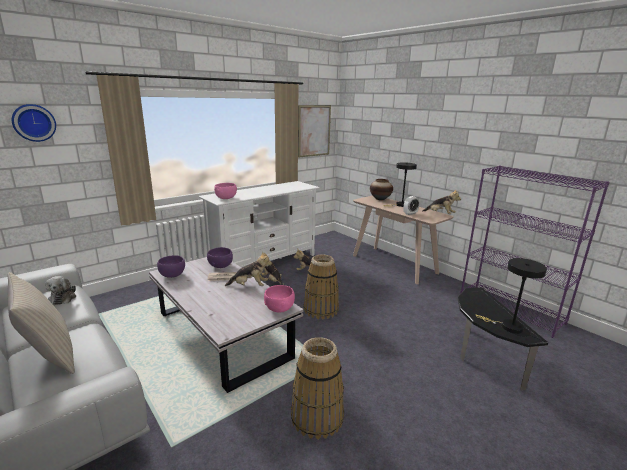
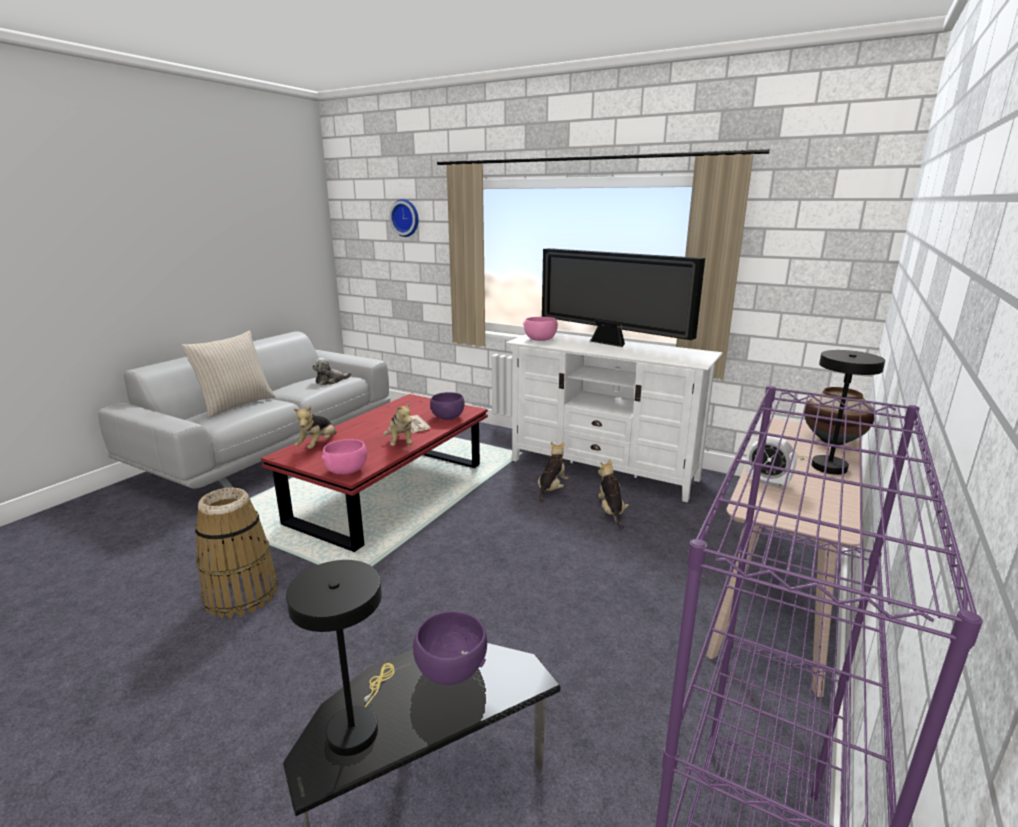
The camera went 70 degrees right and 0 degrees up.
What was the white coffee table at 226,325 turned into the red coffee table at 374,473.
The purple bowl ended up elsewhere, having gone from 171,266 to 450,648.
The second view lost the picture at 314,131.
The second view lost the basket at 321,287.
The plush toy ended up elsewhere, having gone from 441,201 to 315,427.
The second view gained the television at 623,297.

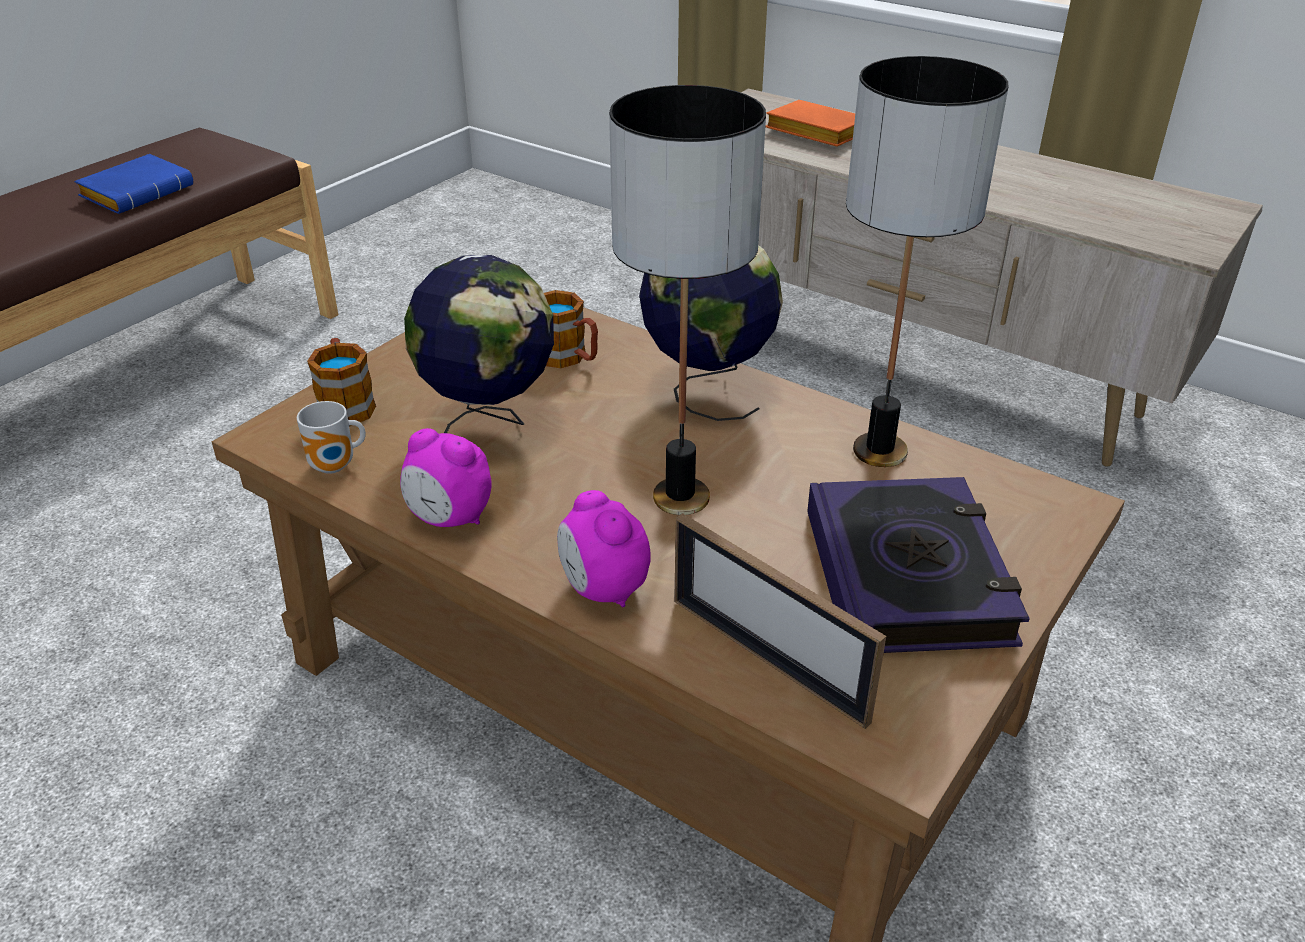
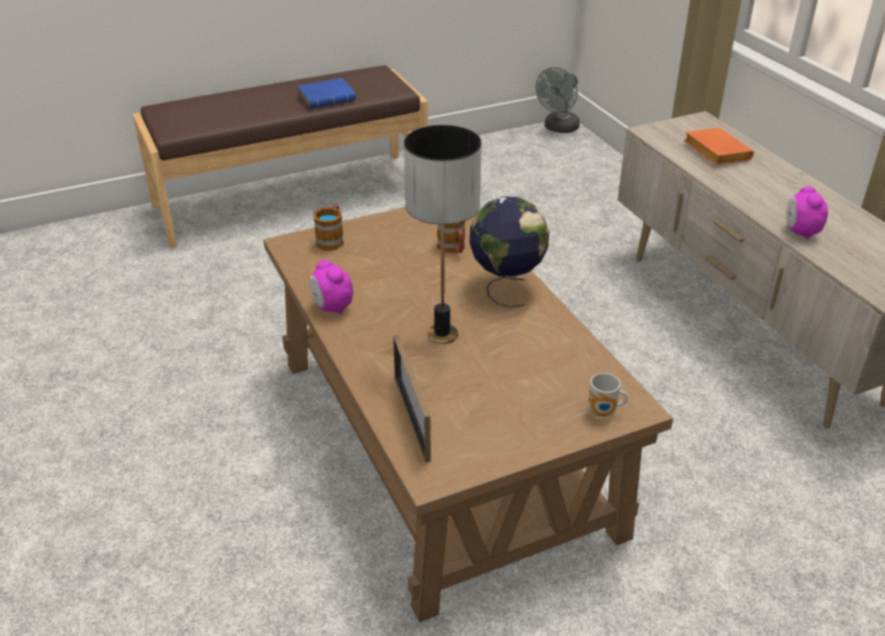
The camera went 30 degrees right and 0 degrees up.
The mug ended up elsewhere, having gone from 331,437 to 608,395.
The second view lost the globe at 479,344.
The alarm clock ended up elsewhere, having gone from 604,549 to 807,213.
The second view lost the book at 918,565.
The second view lost the table lamp at 927,261.
The second view gained the grey fan at 558,100.

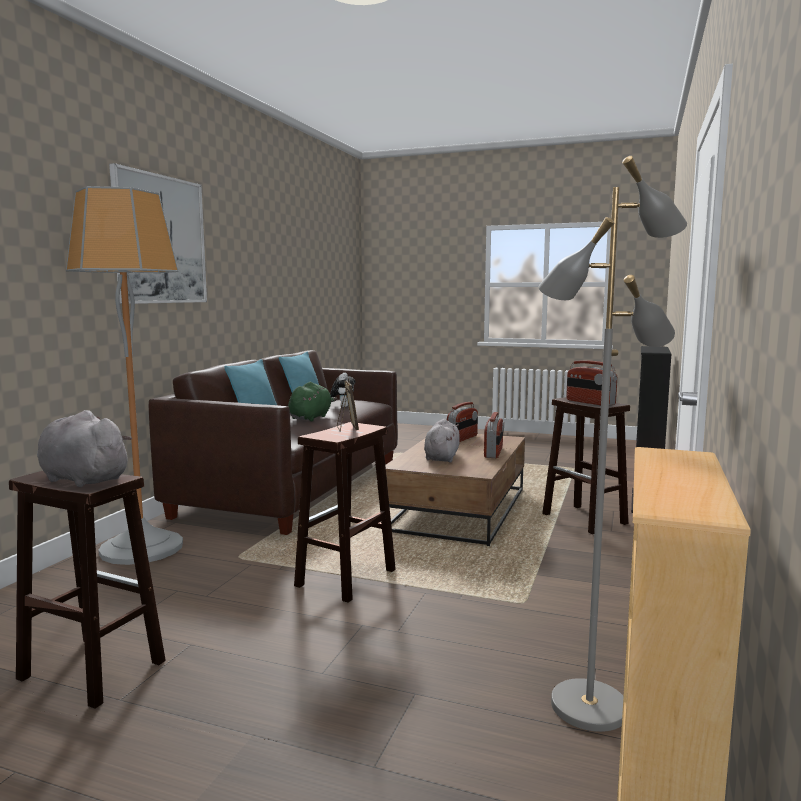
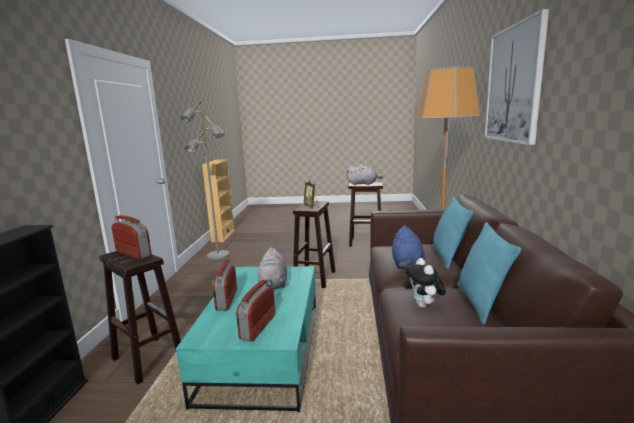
The camera went 165 degrees right and 5 degrees up.
What was the green plush toy at 312,401 turned into the blue plush toy at 408,247.
What was the brown coffee table at 455,490 turned into the turquoise coffee table at 246,339.

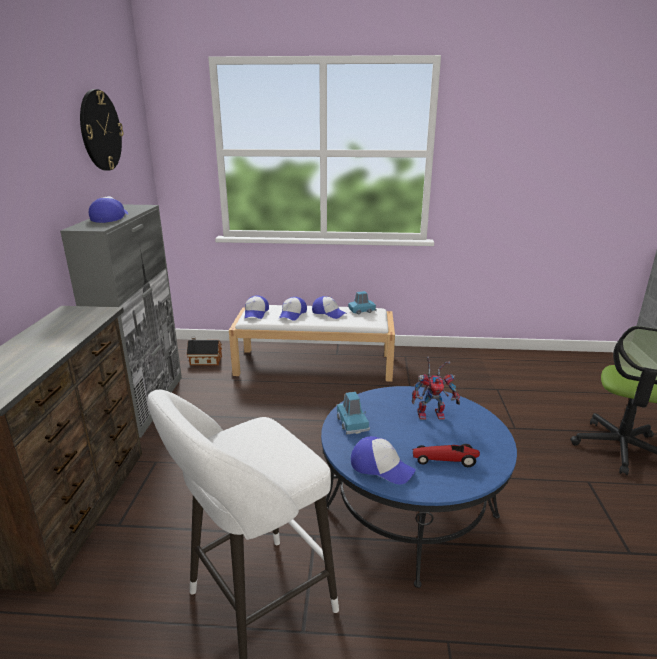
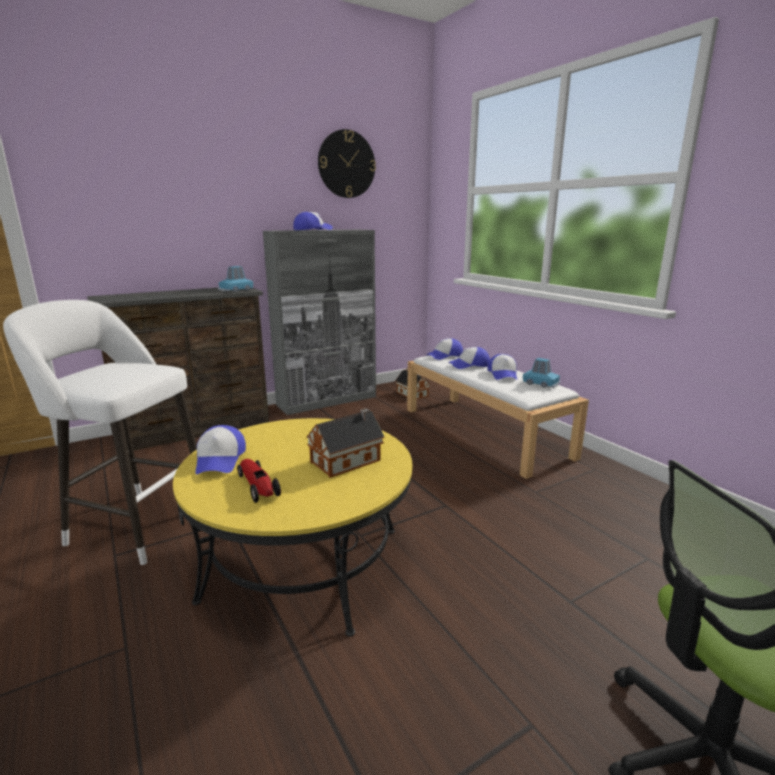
The camera went 55 degrees right and 5 degrees down.
What was the blue coffee table at 419,487 turned into the yellow coffee table at 292,527.
The blue toy car ended up elsewhere, having gone from 353,413 to 235,279.
Where the toy robot stood at 436,388, the toy house came to stand at 345,443.

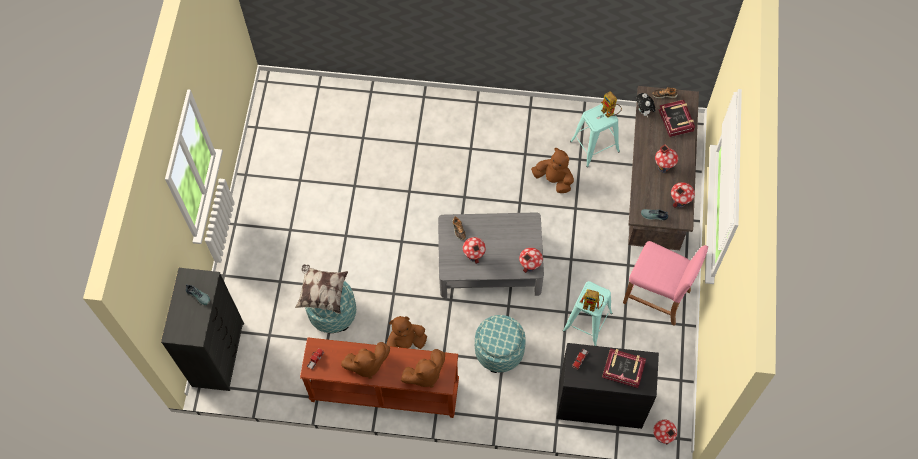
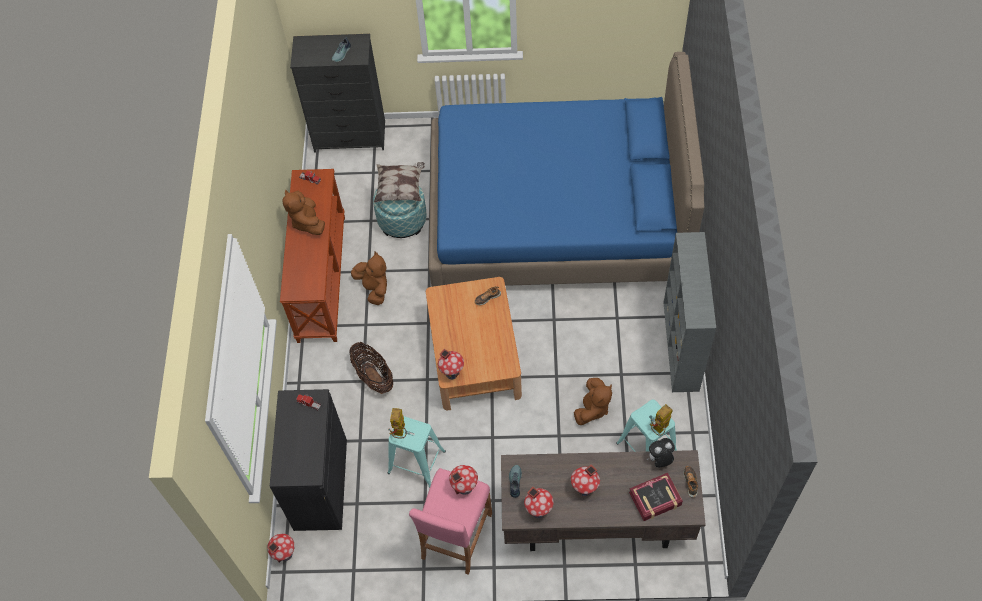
The camera went 85 degrees right and 5 degrees down.
The second view lost the brown plush toy at 423,368.
What was the grey coffee table at 491,255 turned into the brown coffee table at 474,343.
The toy house ended up elsewhere, having gone from 474,250 to 463,480.
Where the ottoman stood at 500,344, the basket came to stand at 371,368.
The second view lost the book at 624,368.
The second view gained the blue bed at 566,169.
The second view gained the grey bookcase at 689,312.

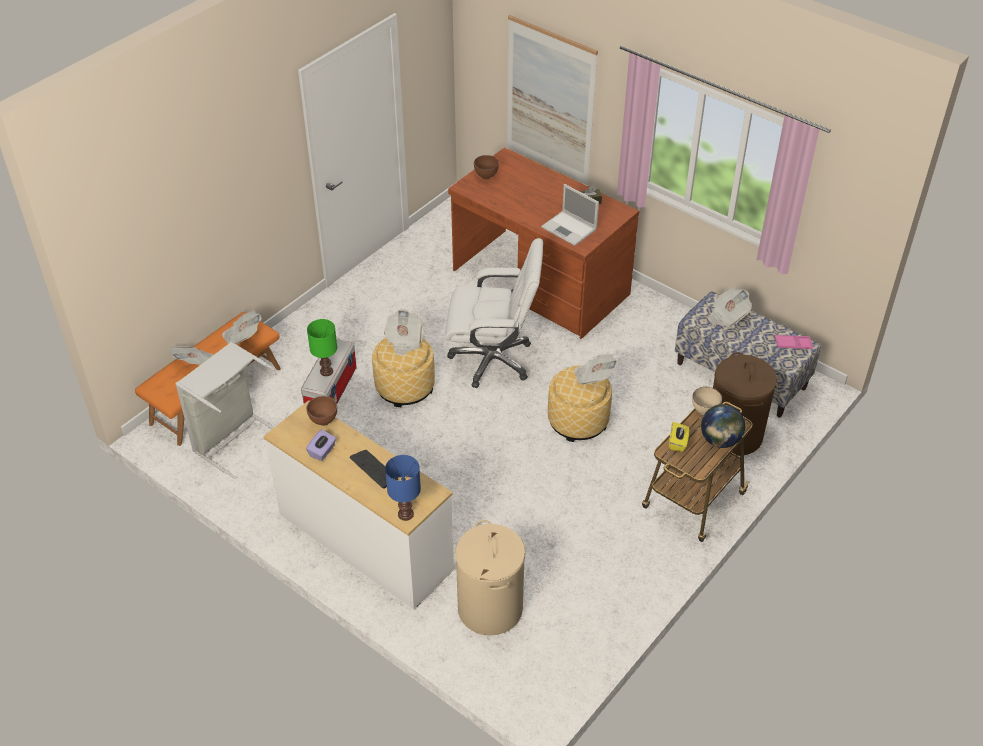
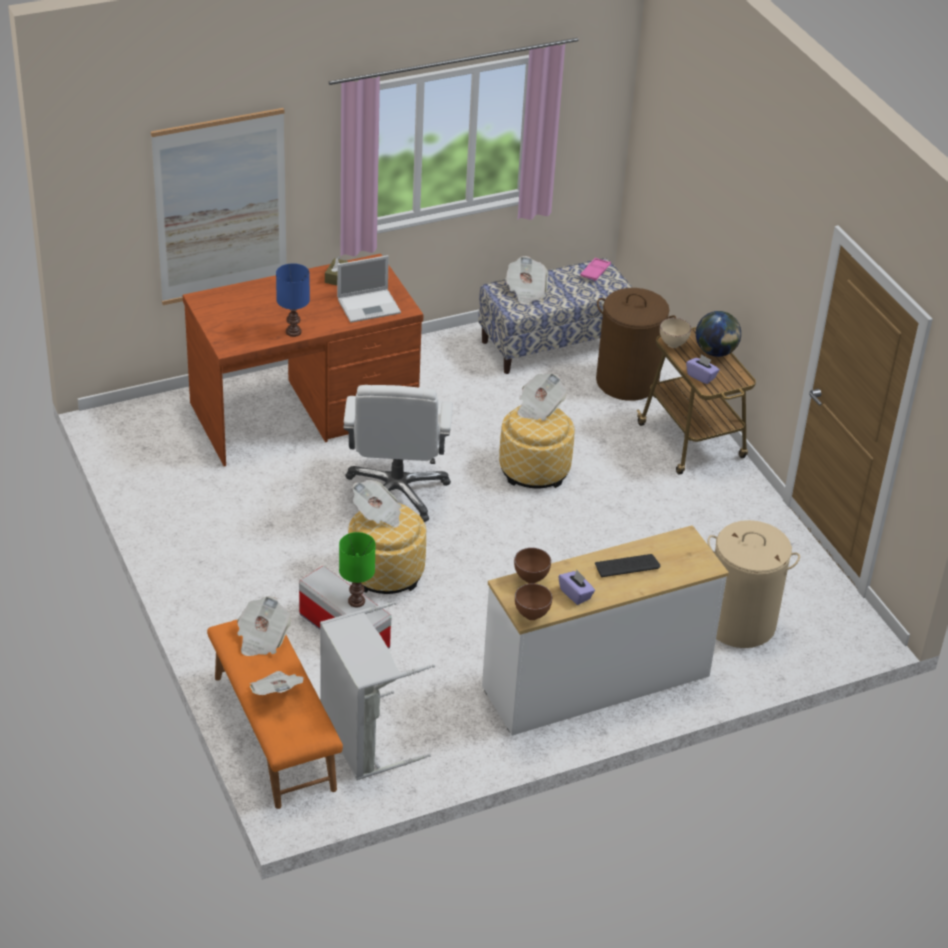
The camera went 65 degrees left and 5 degrees down.
The blue table lamp ended up elsewhere, having gone from 403,488 to 293,300.
The white office chair at 494,313 ended up facing another way, 150 degrees clockwise from before.
The brown bowl ended up elsewhere, having gone from 486,167 to 533,602.
What was the yellow tissue box at 679,437 turned into the purple tissue box at 703,369.

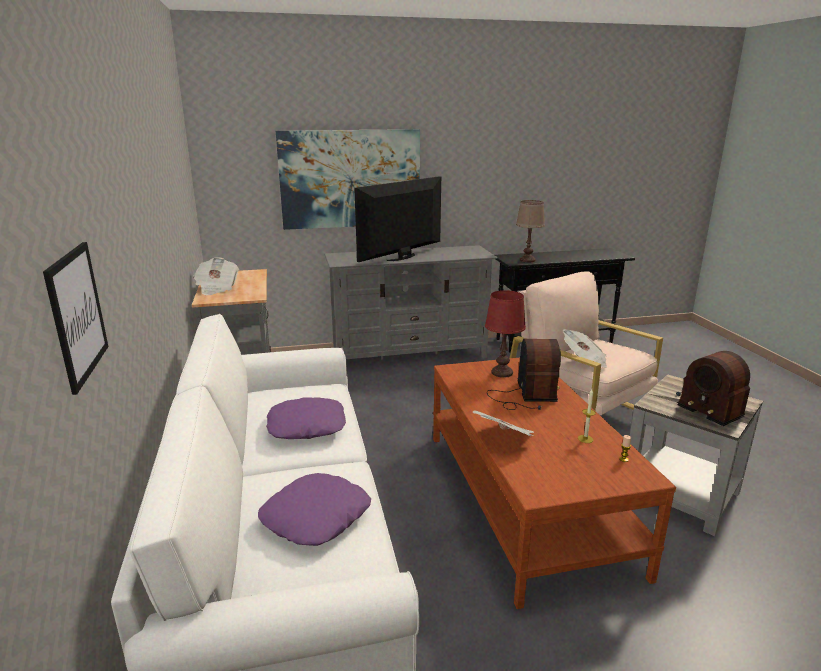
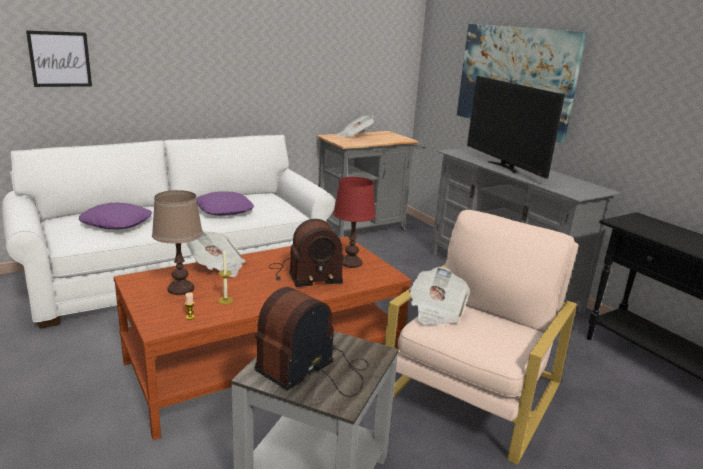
The camera went 70 degrees right and 0 degrees up.
The television at 397,219 ended up facing another way, 135 degrees counterclockwise from before.
The brown table lamp ended up elsewhere, having gone from 530,231 to 177,242.

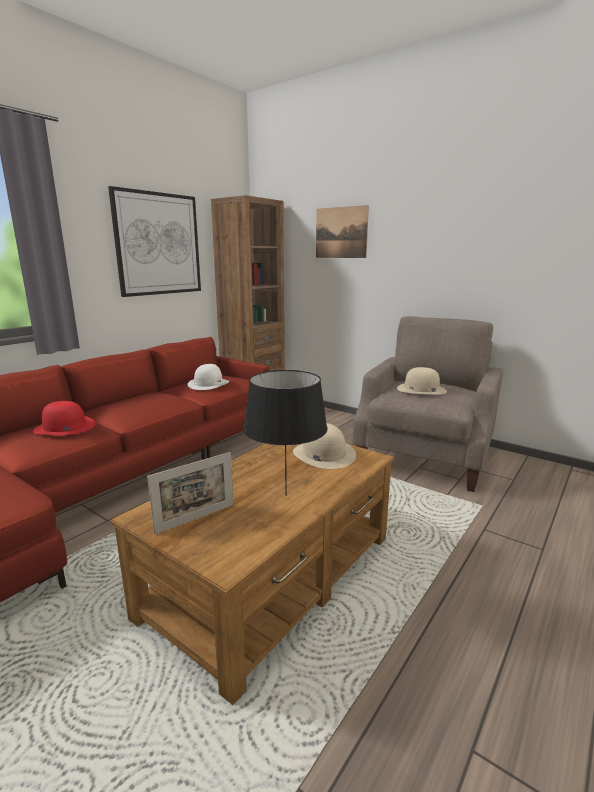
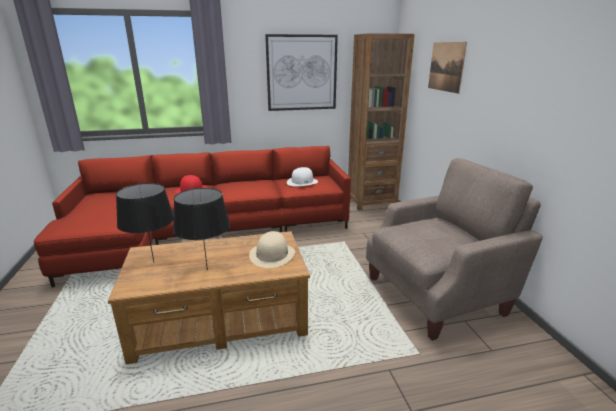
The camera went 40 degrees right and 5 degrees up.
Where the picture frame stood at 190,493, the black table lamp came to stand at 145,222.
The second view lost the beige hat at 422,381.

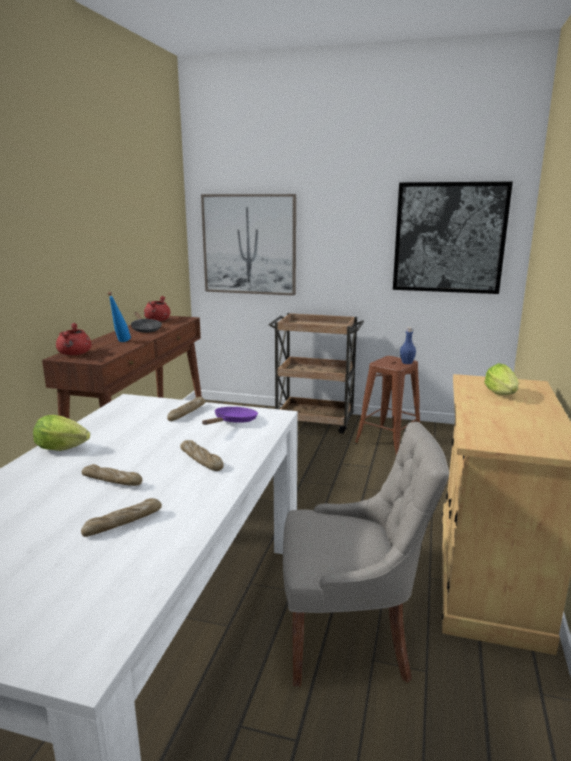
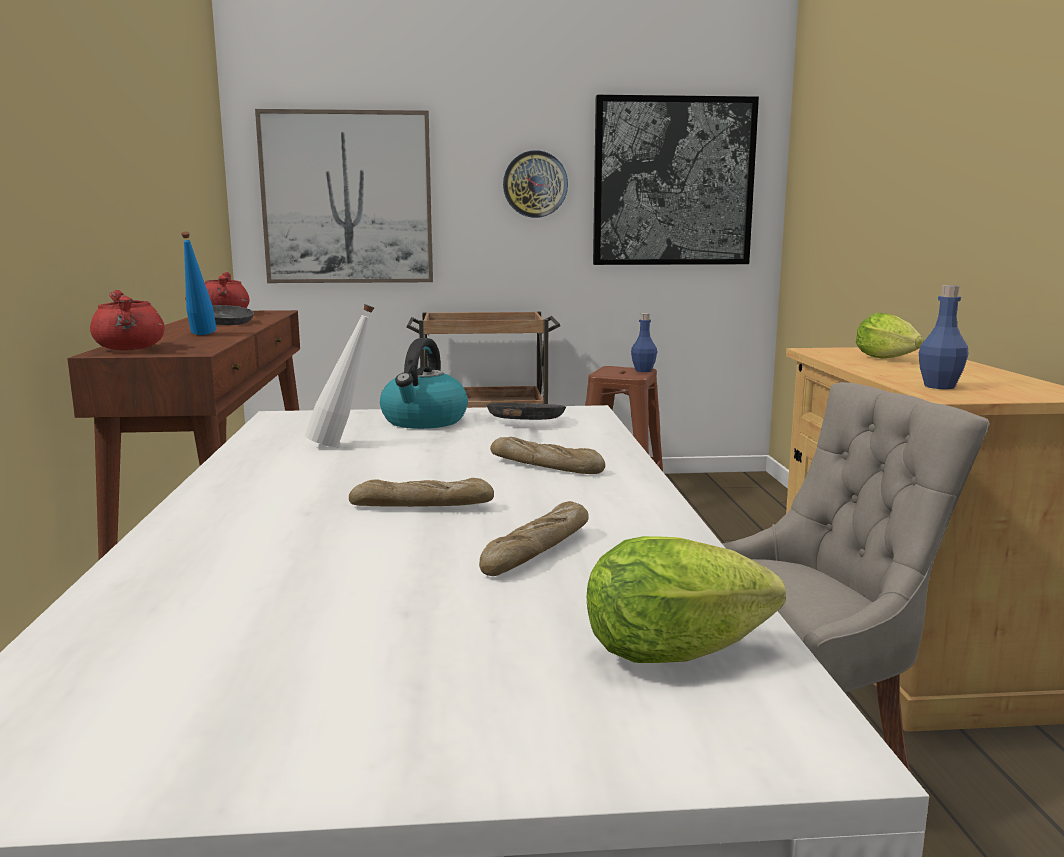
The camera went 20 degrees left and 5 degrees down.
The lettuce ended up elsewhere, having gone from 61,433 to 686,599.
Where the bread stood at 186,409, the kettle came to stand at 424,383.
What was the purple frying pan at 230,416 turned into the black frying pan at 526,411.
The second view gained the white bottle at 339,375.
The second view gained the wall clock at 535,184.
The second view gained the blue bottle at 943,337.

